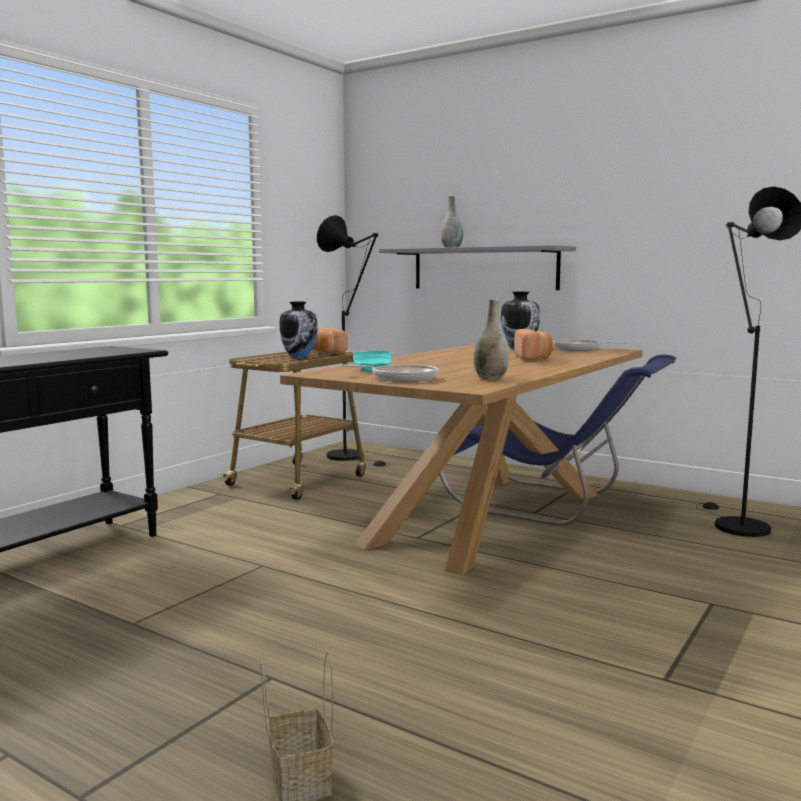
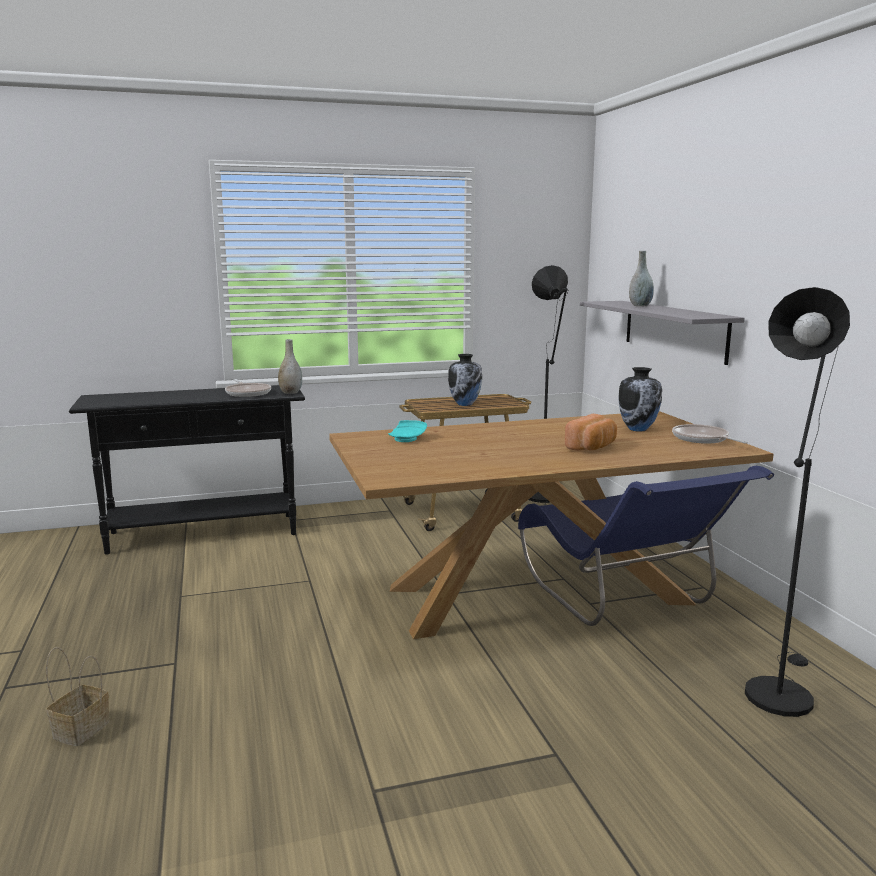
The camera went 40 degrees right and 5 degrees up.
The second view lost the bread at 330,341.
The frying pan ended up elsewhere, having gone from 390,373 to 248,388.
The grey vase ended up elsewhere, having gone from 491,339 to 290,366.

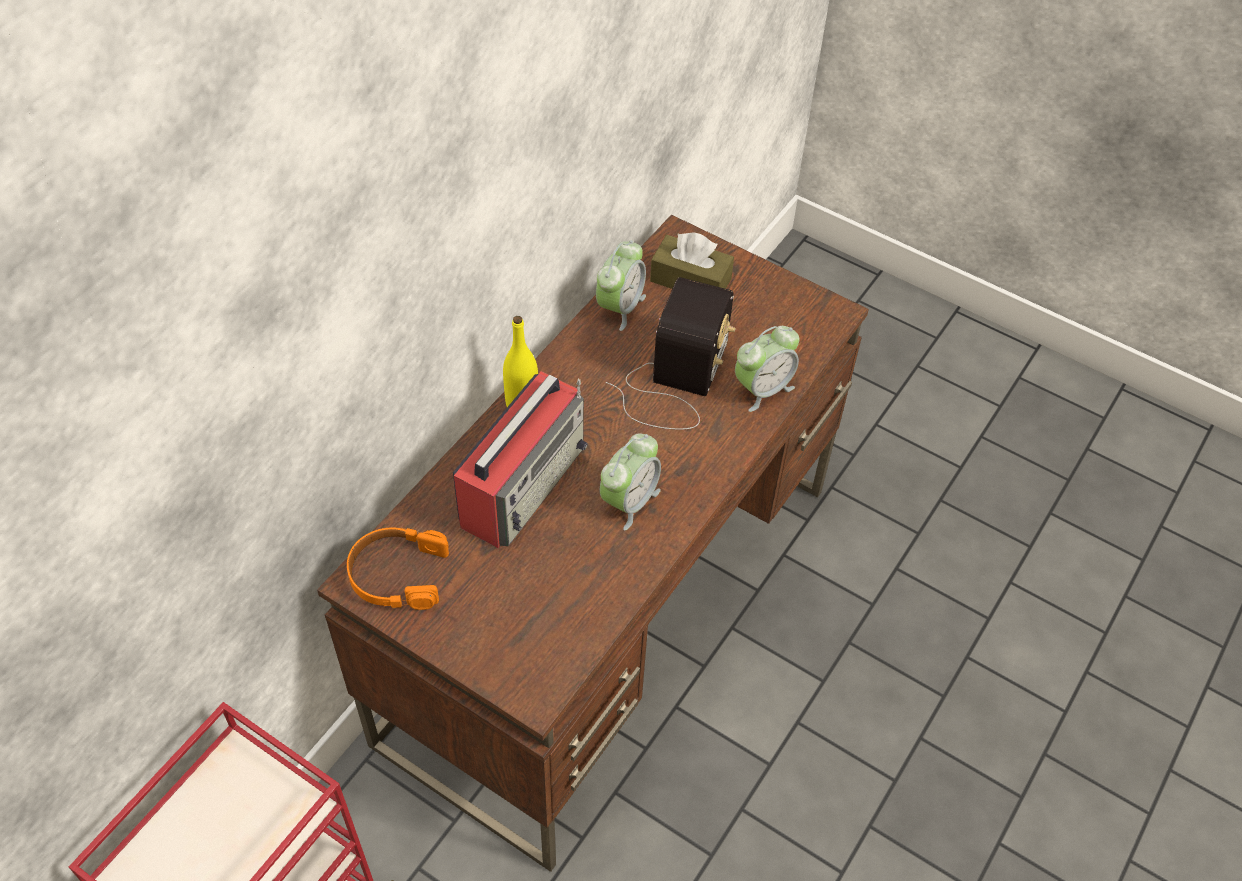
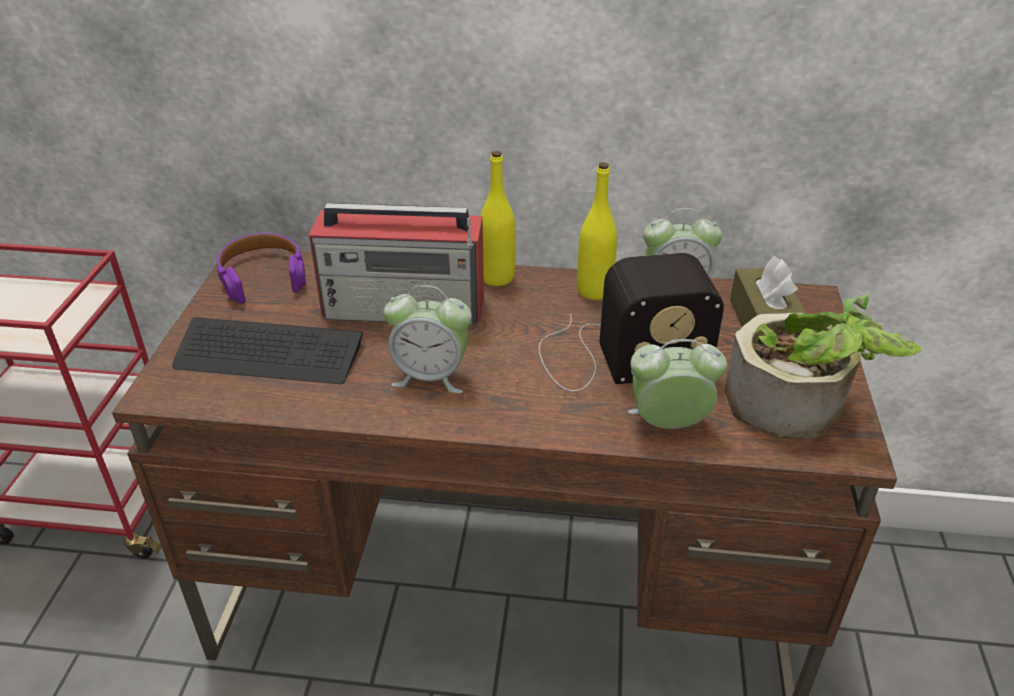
The camera went 65 degrees right and 15 degrees down.
What was the orange headphones at 398,569 turned into the purple headphones at 261,268.
The alarm clock at 767,369 ended up facing another way, 150 degrees clockwise from before.
The second view gained the keyboard at 267,351.
The second view gained the yellow bottle at 597,231.
The second view gained the potted plant at 824,366.

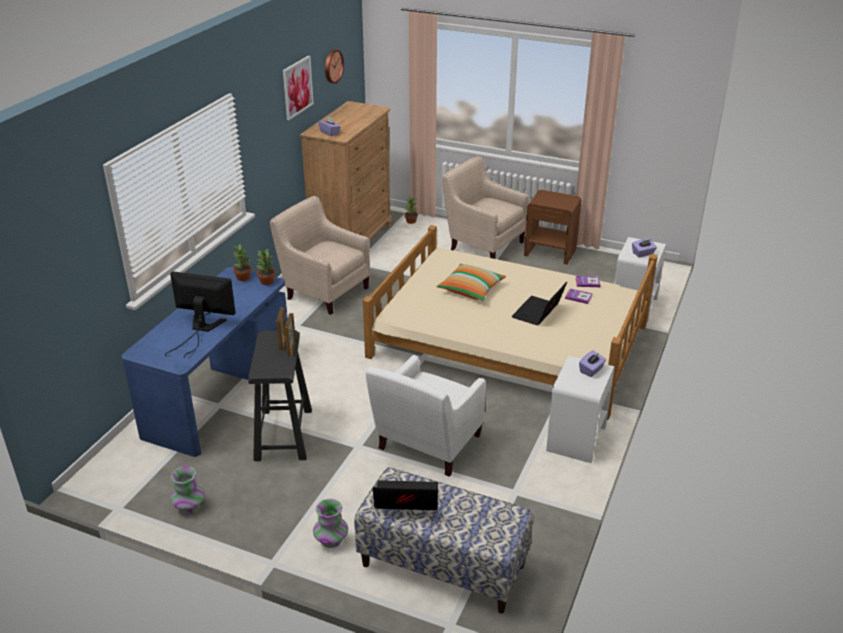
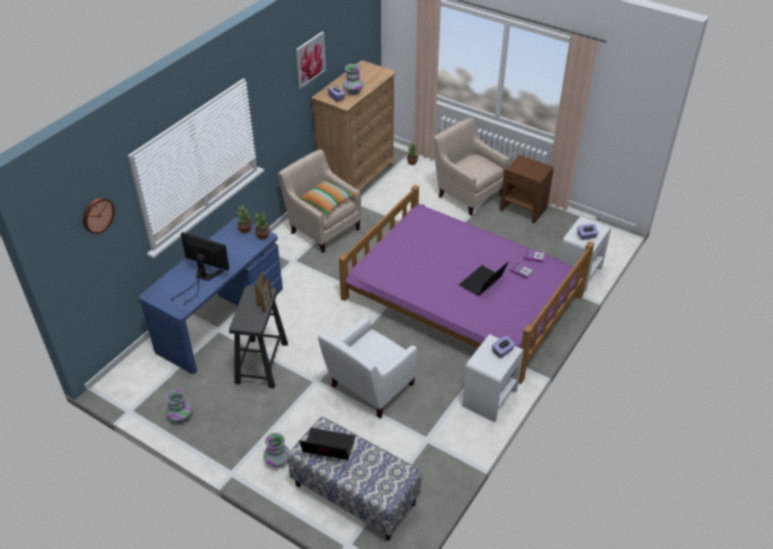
The camera went 10 degrees right and 10 degrees up.
The wall clock ended up elsewhere, having gone from 334,67 to 99,216.
What was the beige bed at 510,322 turned into the purple bed at 466,284.
The pillow ended up elsewhere, having gone from 471,282 to 327,197.
The second view gained the vase at 353,79.

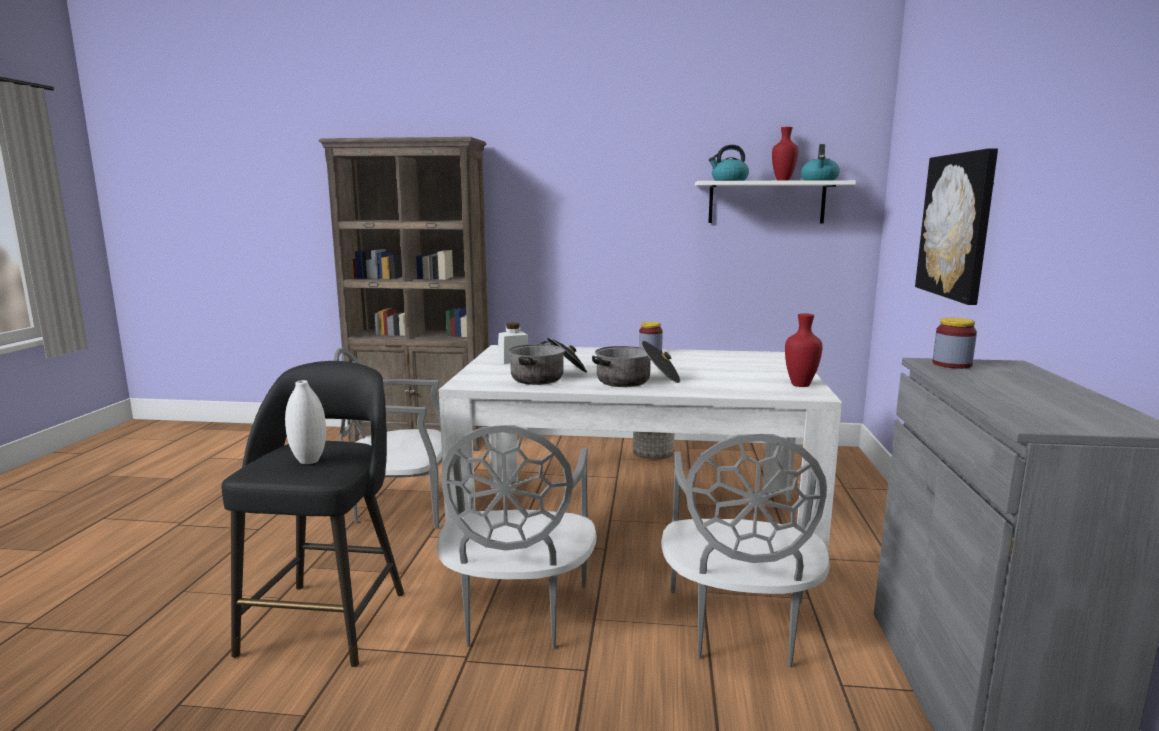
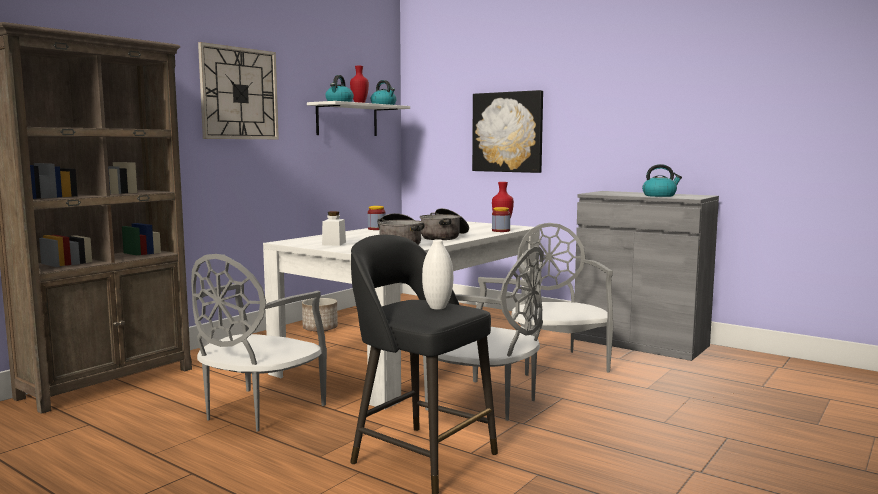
The camera went 60 degrees left and 5 degrees down.
The grey chair at 745,550 ended up facing another way, 135 degrees counterclockwise from before.
The jar ended up elsewhere, having gone from 954,343 to 501,219.
The second view gained the wall clock at 238,90.
The second view gained the kettle at 662,180.

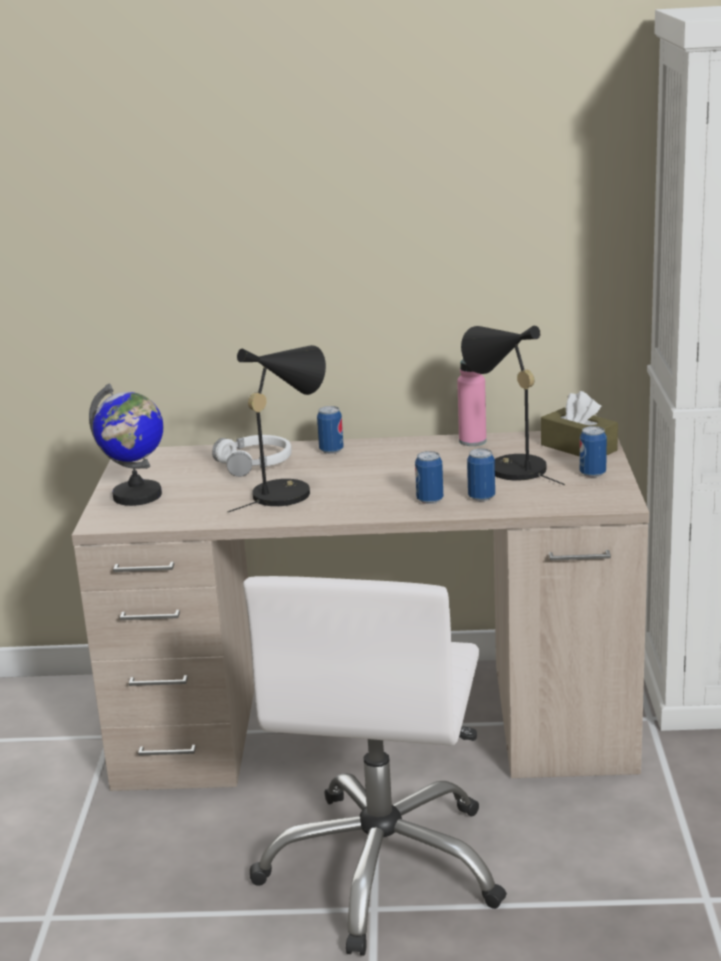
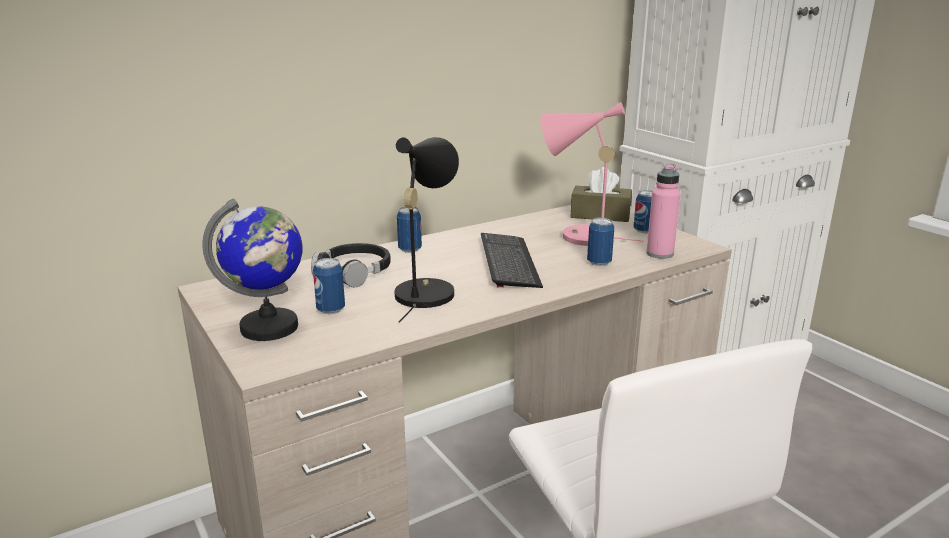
The camera went 35 degrees left and 0 degrees up.
What was the white headphones at 252,456 turned into the black headphones at 351,265.
The can ended up elsewhere, having gone from 429,477 to 329,286.
The pink bottle ended up elsewhere, having gone from 471,402 to 663,211.
What was the black table lamp at 513,405 turned into the pink table lamp at 592,174.
The second view gained the keyboard at 512,260.

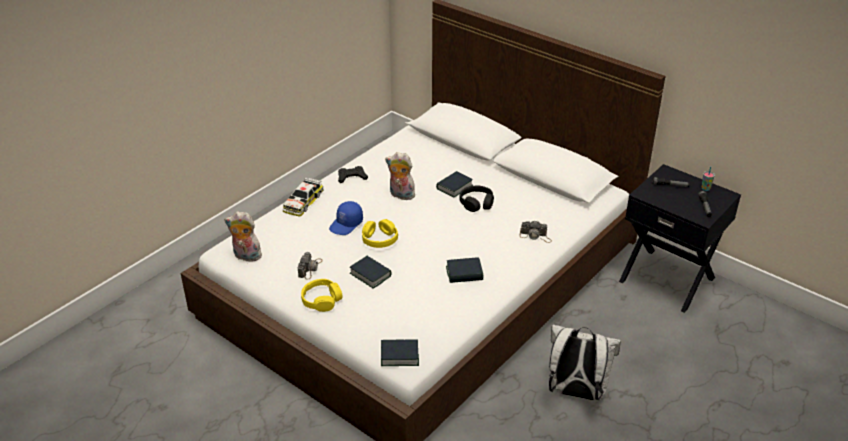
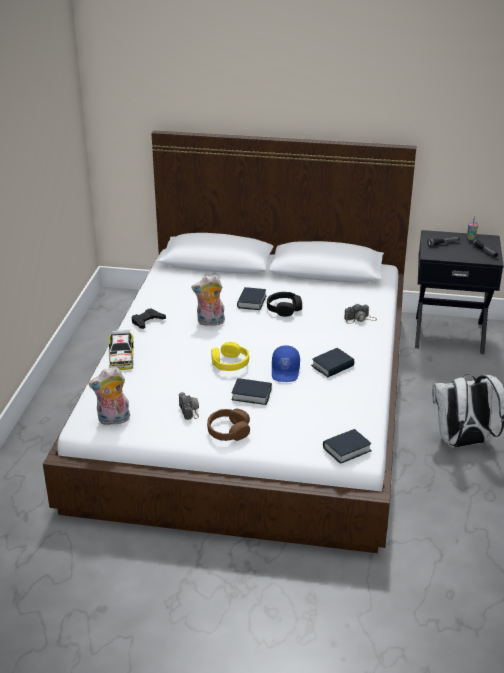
The camera went 30 degrees left and 5 degrees down.
What was the yellow headphones at 322,295 turned into the brown headphones at 228,424.
The blue cap ended up elsewhere, having gone from 346,218 to 286,363.

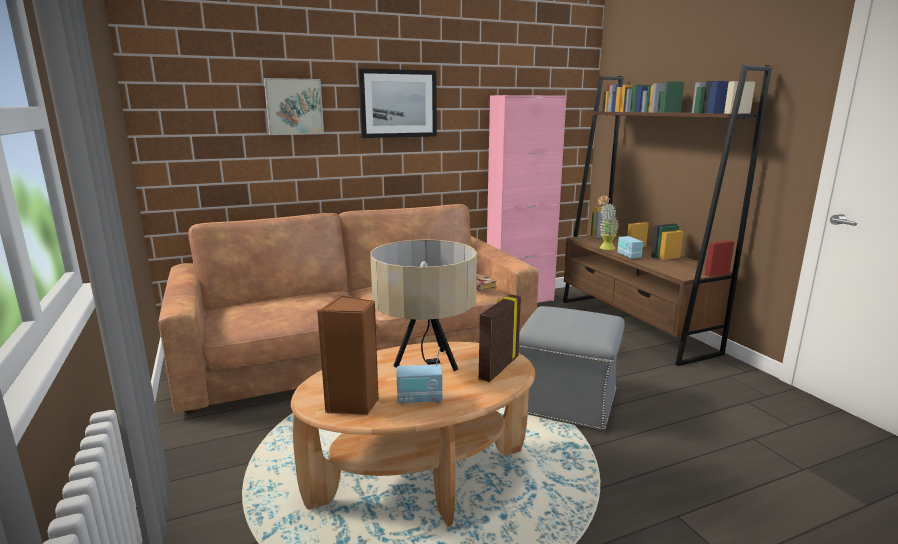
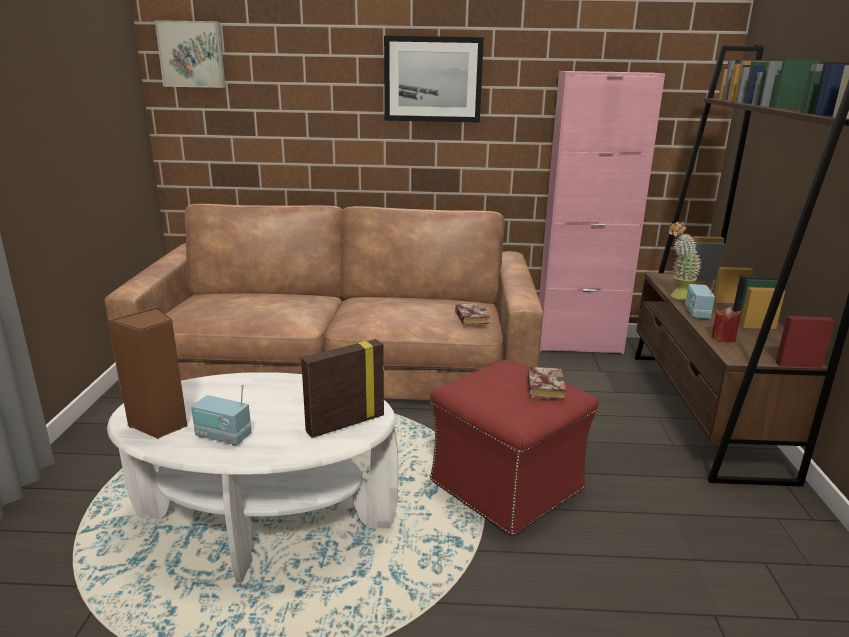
The camera went 25 degrees right and 5 degrees up.
The picture ended up elsewhere, having gone from 294,106 to 190,54.
What was the brown coffee table at 413,434 turned into the white coffee table at 252,477.
The second view lost the beige table lamp at 423,305.
What was the grey ottoman at 572,368 turned into the red ottoman at 514,447.
The second view gained the book at 546,383.
The second view gained the red candle at 726,325.

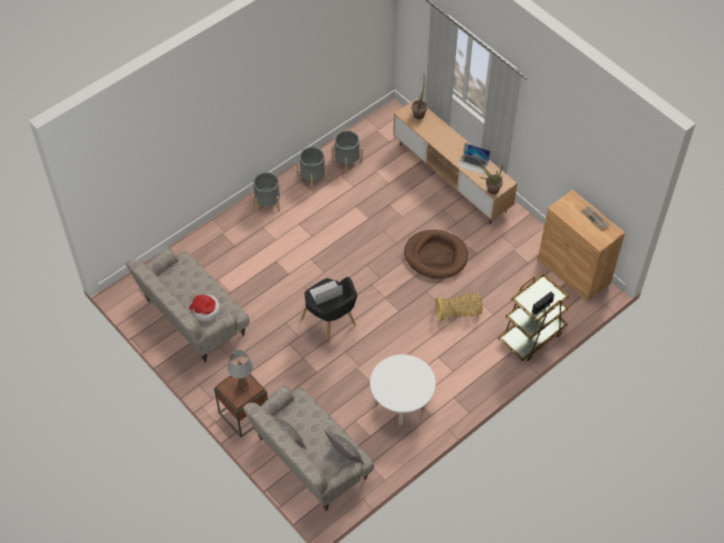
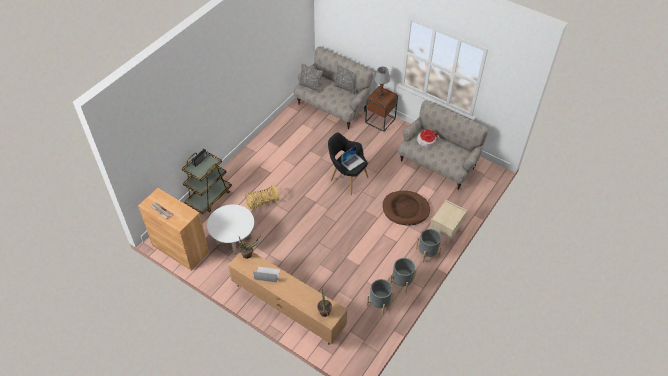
The camera went 165 degrees right and 5 degrees down.
The white coffee table ended up elsewhere, having gone from 403,389 to 230,229.
The brown dog bed ended up elsewhere, having gone from 436,254 to 406,208.
The second view gained the beige nightstand at 448,223.

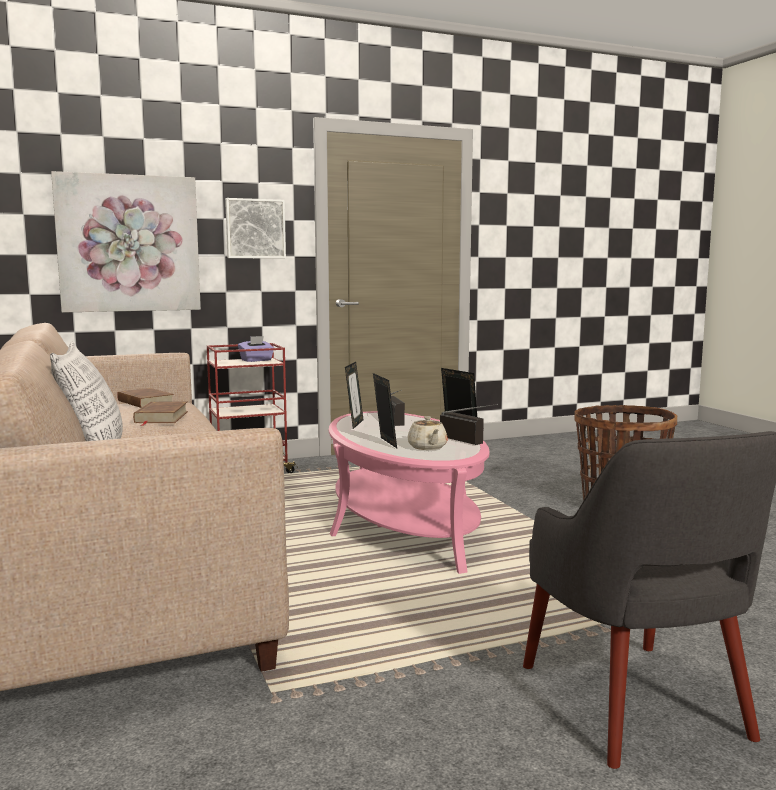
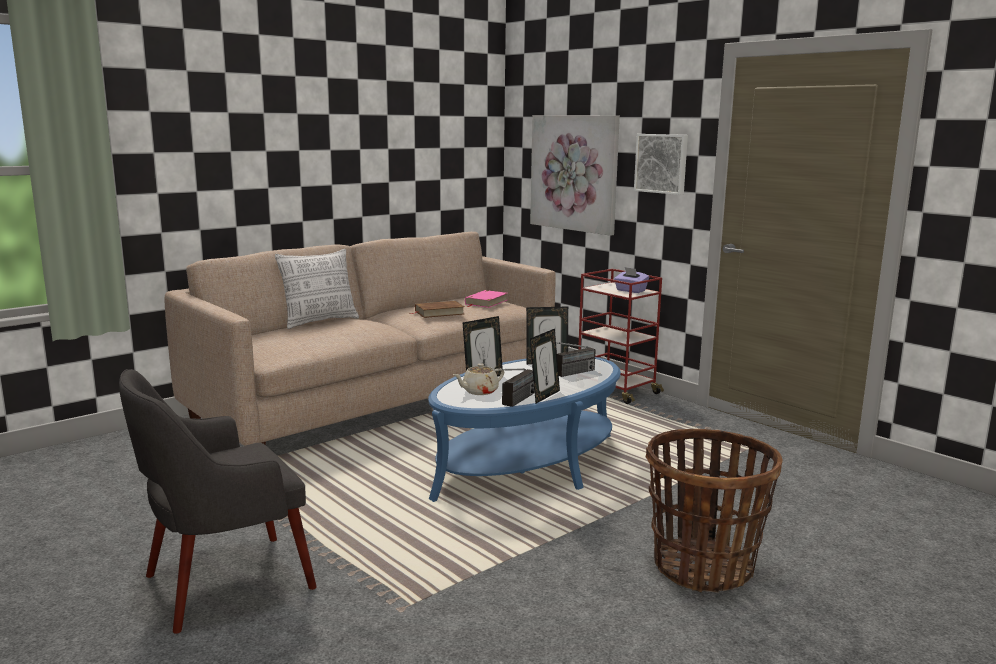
The camera went 70 degrees right and 5 degrees up.
What was the brown book at 145,398 turned into the pink book at 486,299.
What was the pink coffee table at 409,492 turned into the blue coffee table at 524,429.

